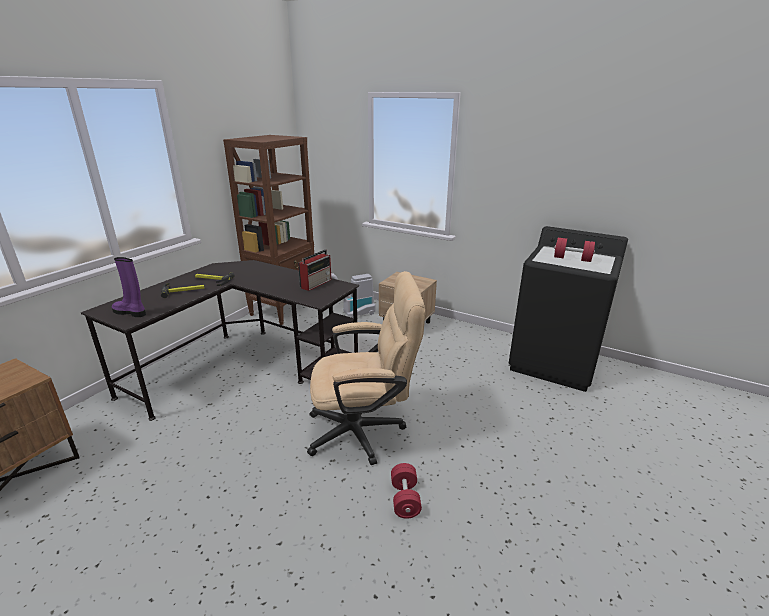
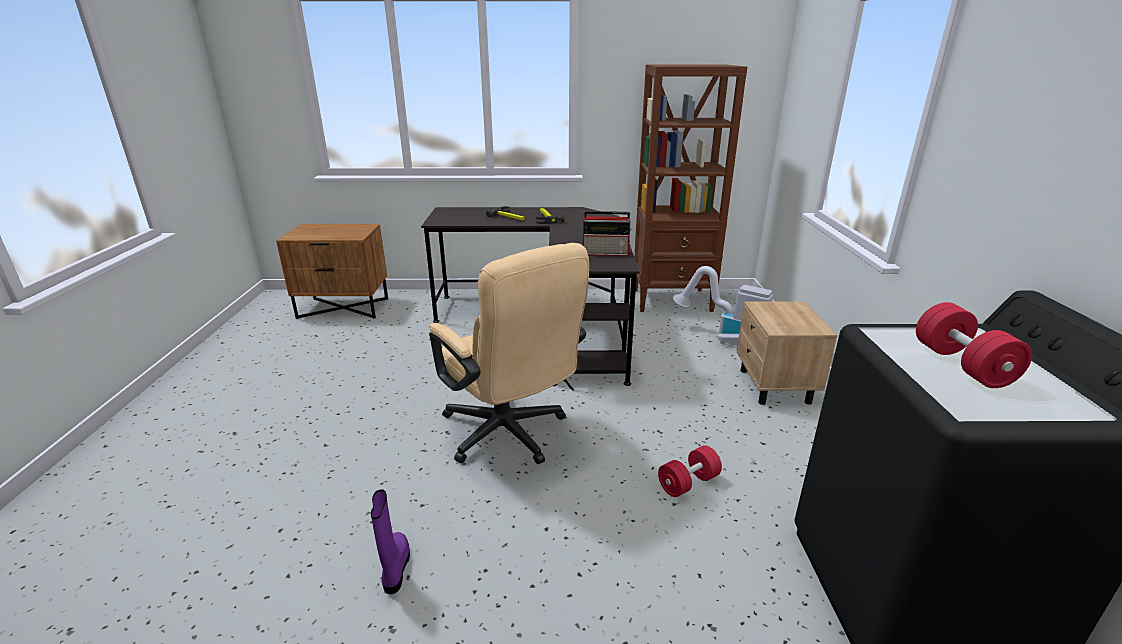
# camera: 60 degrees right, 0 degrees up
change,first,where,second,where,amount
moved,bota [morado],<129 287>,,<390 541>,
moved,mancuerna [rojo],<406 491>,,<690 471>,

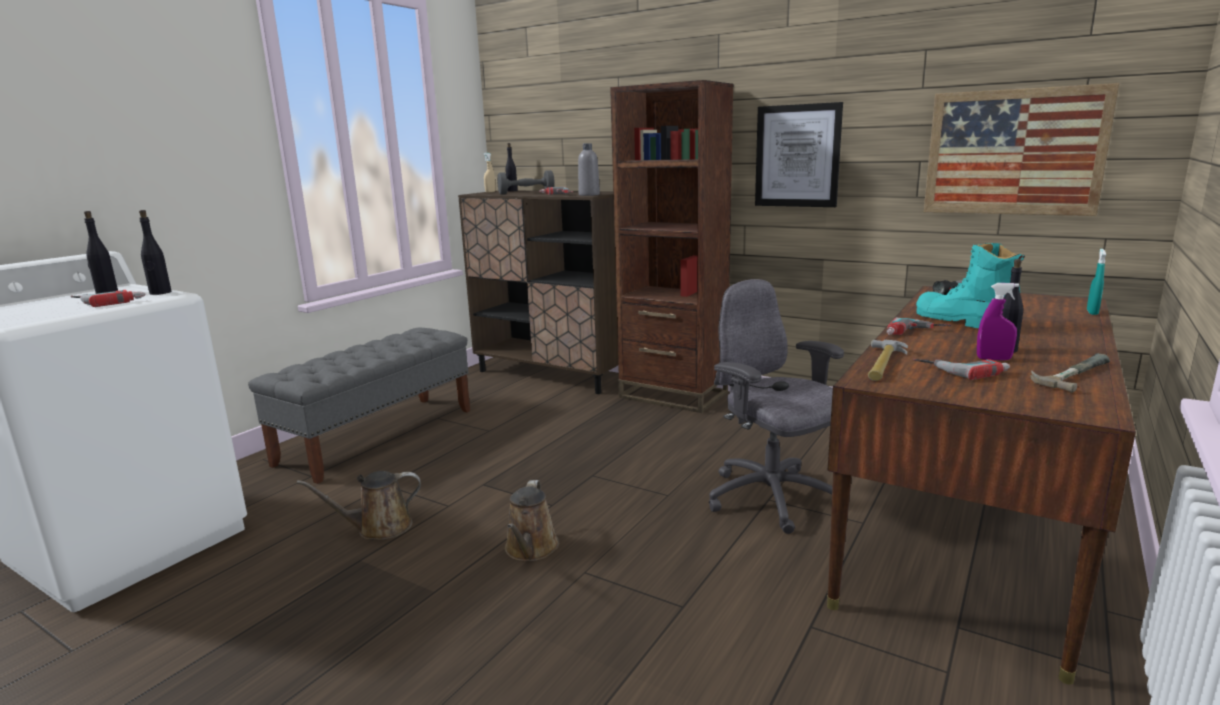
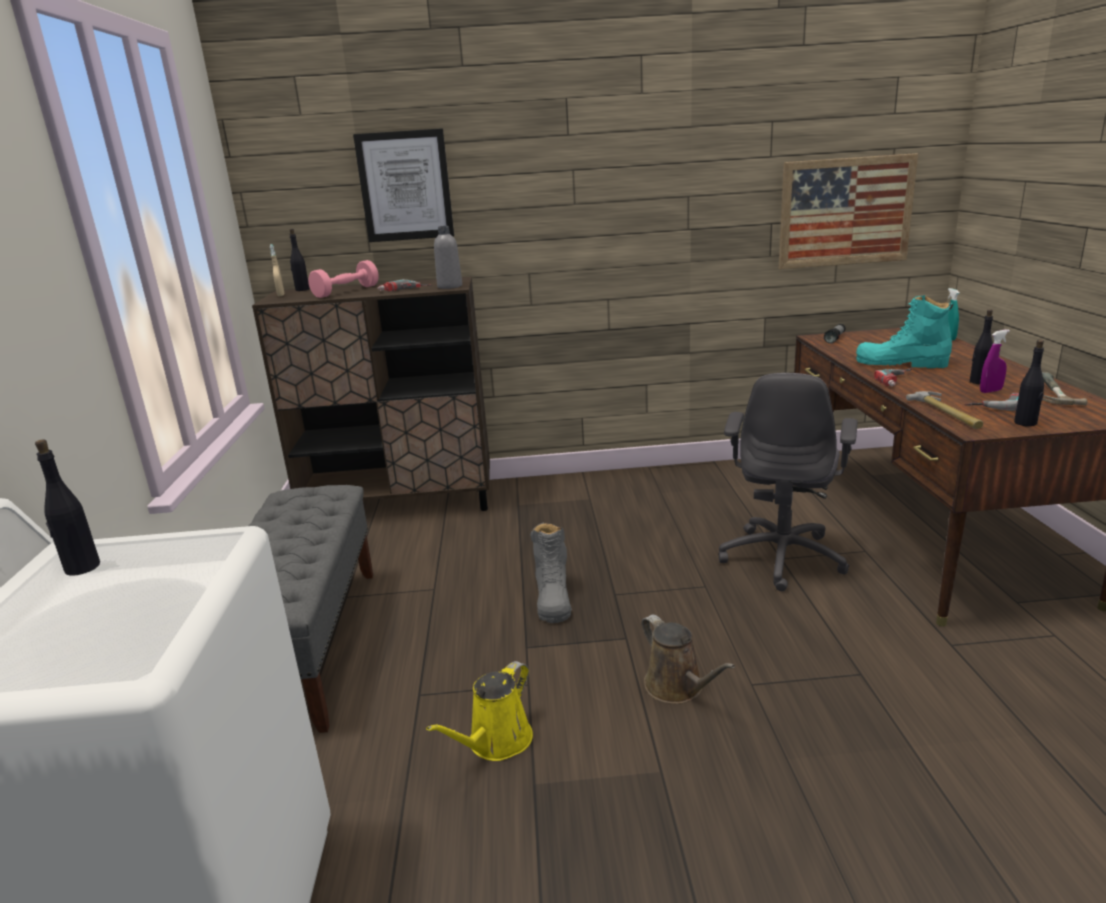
# camera: 35 degrees left, 5 degrees up
change,first,where,second,where,amount
removed,taladro,<108 298>,,,
removed,estantería [marrón],<672 246>,,,
added,,,bota [gris],<551 572>,
moved,botella [negro],<155 252>,,<1029 383>,
moved,cuadro,<799 154>,,<403 185>,
recoloured,regadera [marrón],<359 505>,regadera [amarillo],<479 711>,
recoloured,mancuerna [gris],<526 182>,mancuerna [rosa],<343 279>,
turned,silla de oficina [gris],<776 406>,,<788 482>,90 degrees counterclockwise

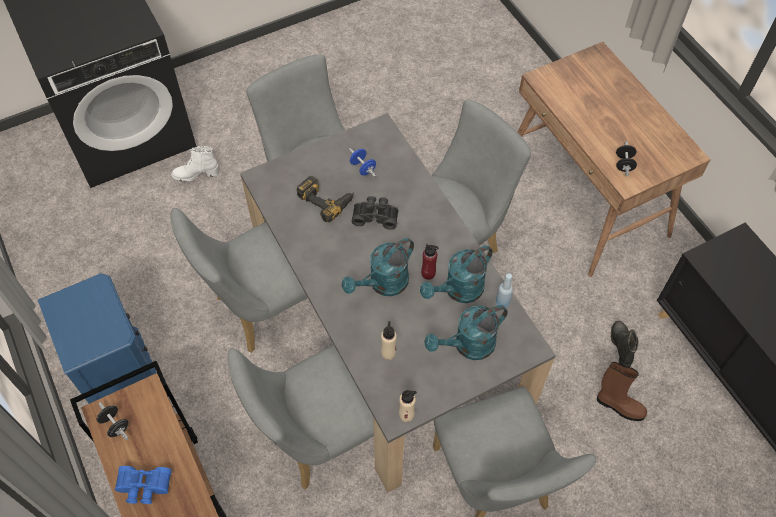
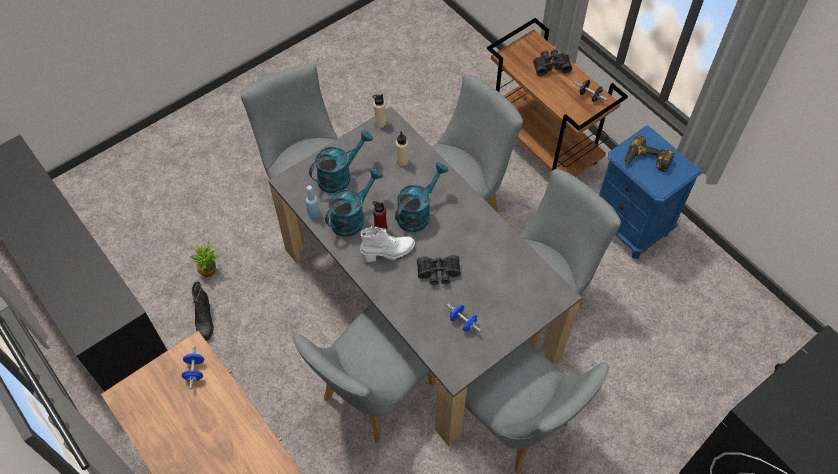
# camera: 170 degrees right, 0 degrees up
change,first,where,second,where,amount
moved,bota [blanco],<195 164>,,<387 244>,
moved,taladro,<325 199>,,<650 153>,
replaced,bota [marrón],<622 391>,planta en maceta,<205 258>,
recoloured,prismáticos [azul],<143 485>,prismáticos [negro],<552 62>,
recoloured,mancuerna [negro],<626 158>,mancuerna [azul],<193 367>,

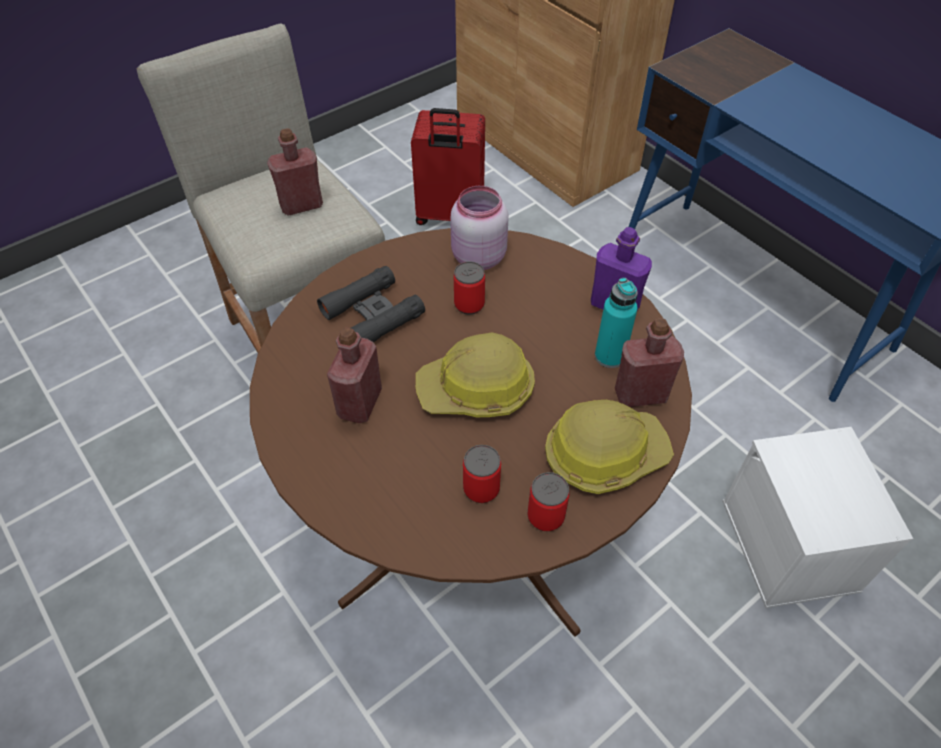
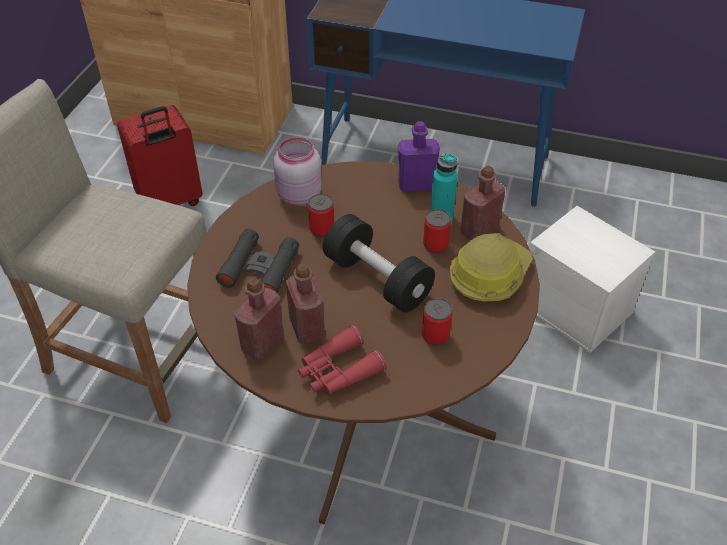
# camera: 35 degrees left, 5 degrees down
change,first,where,second,where,amount
added,,,prismáticos [rojo],<342 360>,
moved,botella [rojo],<295 172>,,<259 318>,
moved,lata,<548 501>,,<437 231>,
replaced,casco,<475 375>,mancuerna [negro],<379 263>,

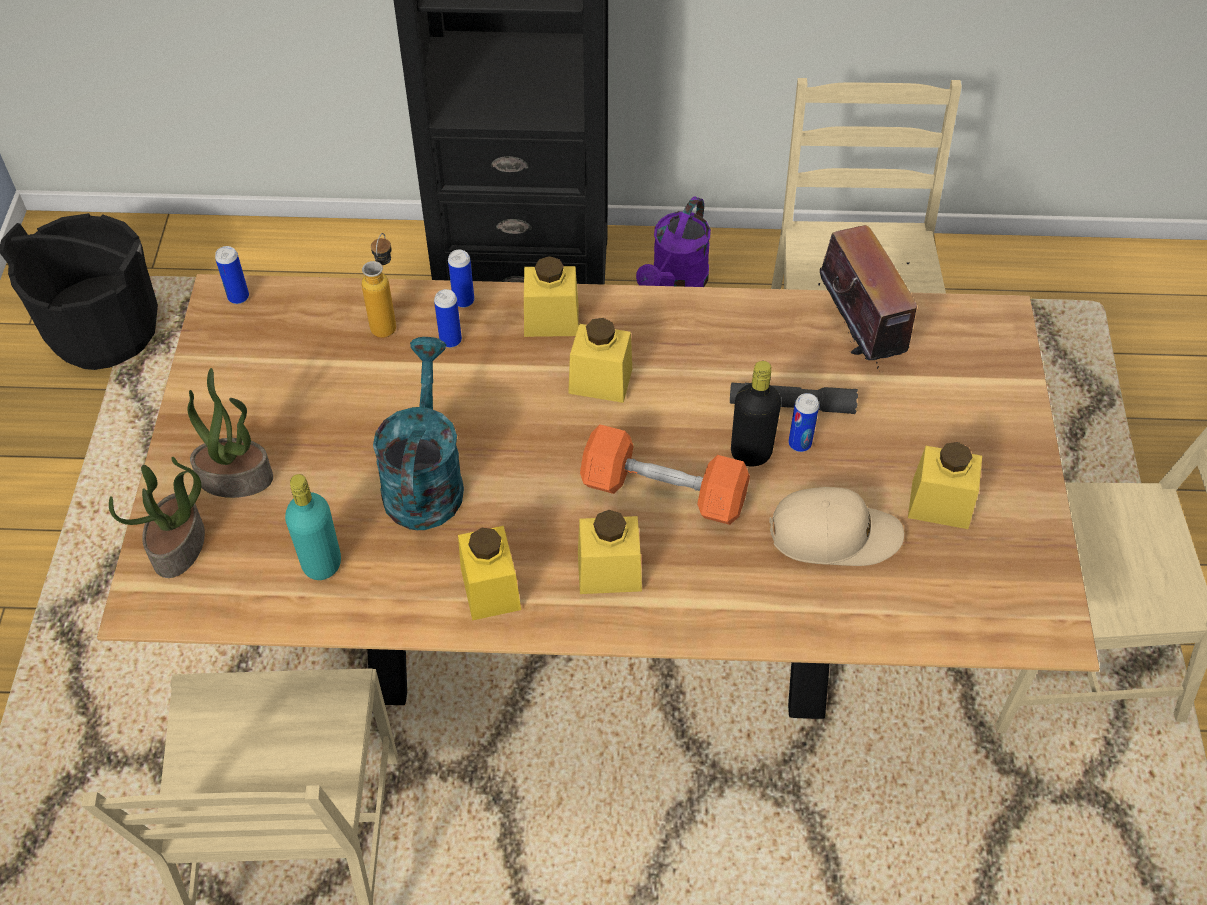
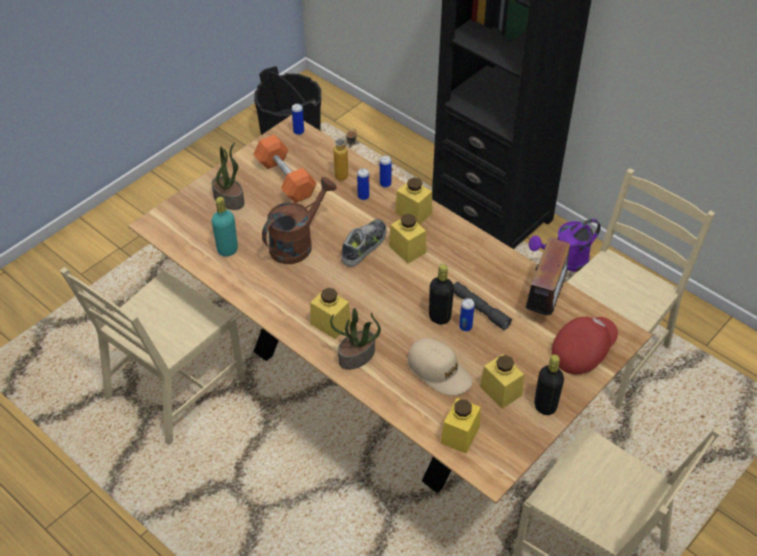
# camera: 40 degrees right, 5 degrees down
change,first,where,second,where,amount
added,,,zapato,<364 243>,
added,,,botella [negro],<549 384>,
added,,,gorra [rojo],<585 345>,
moved,planta en maceta,<157 517>,,<355 339>,
moved,tarro [amarillo],<489 573>,,<461 426>,
moved,mancuerna [naranja],<665 474>,,<285 169>,
recoloured,regadera [turquesa],<418 433>,regadera [marrón],<299 220>,

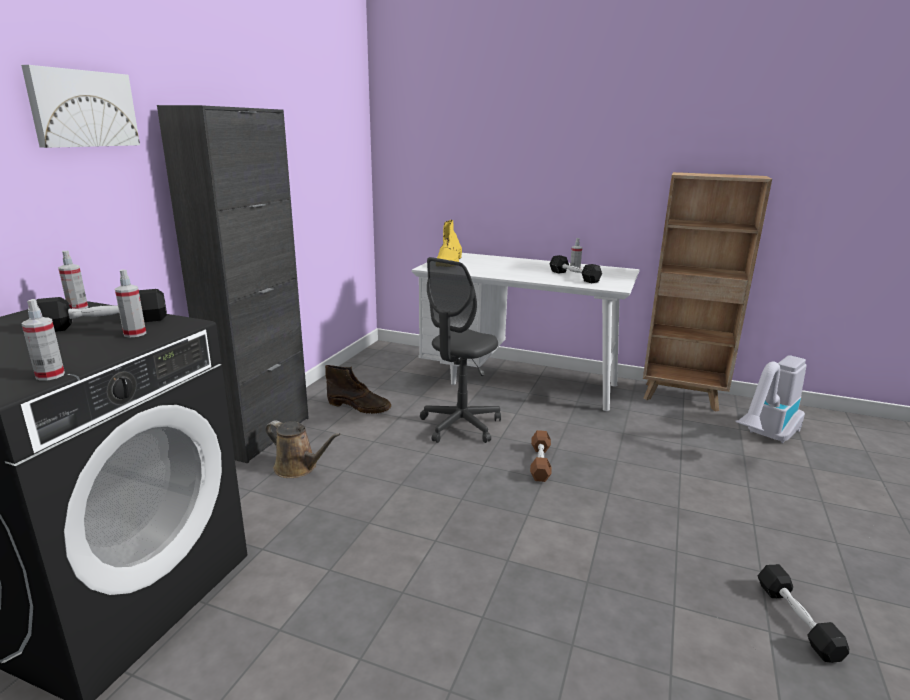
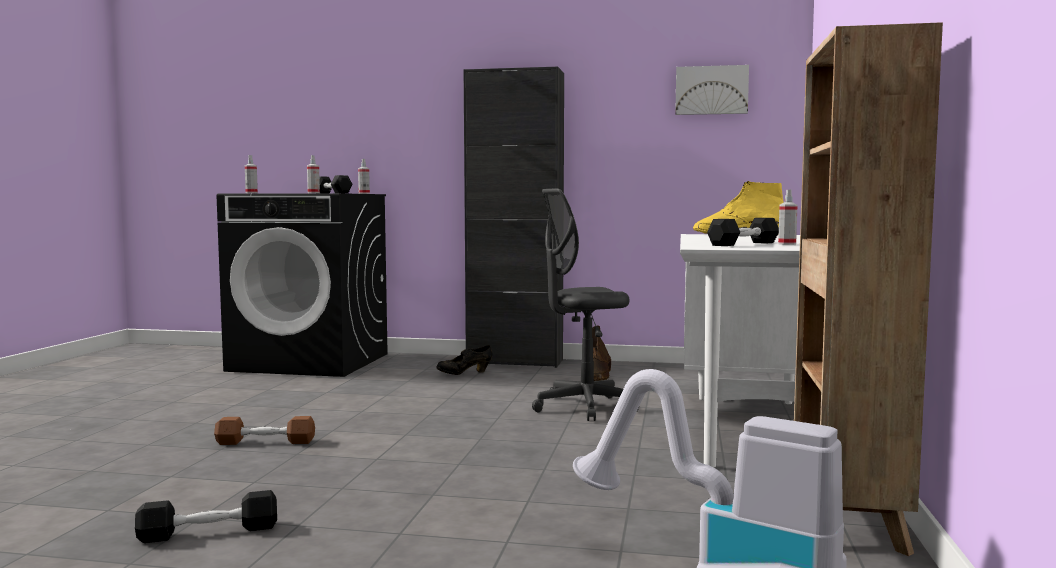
# camera: 80 degrees right, 15 degrees down
change,first,where,second,where,amount
moved,cuadro,<80 106>,,<712 90>,
moved,mancuerna [marrón],<541 456>,,<264 430>,
replaced,regadera [marrón],<303 449>,zapato [negro],<464 360>,
turned,silla de oficina [gris],<460 350>,,<585 304>,45 degrees counterclockwise

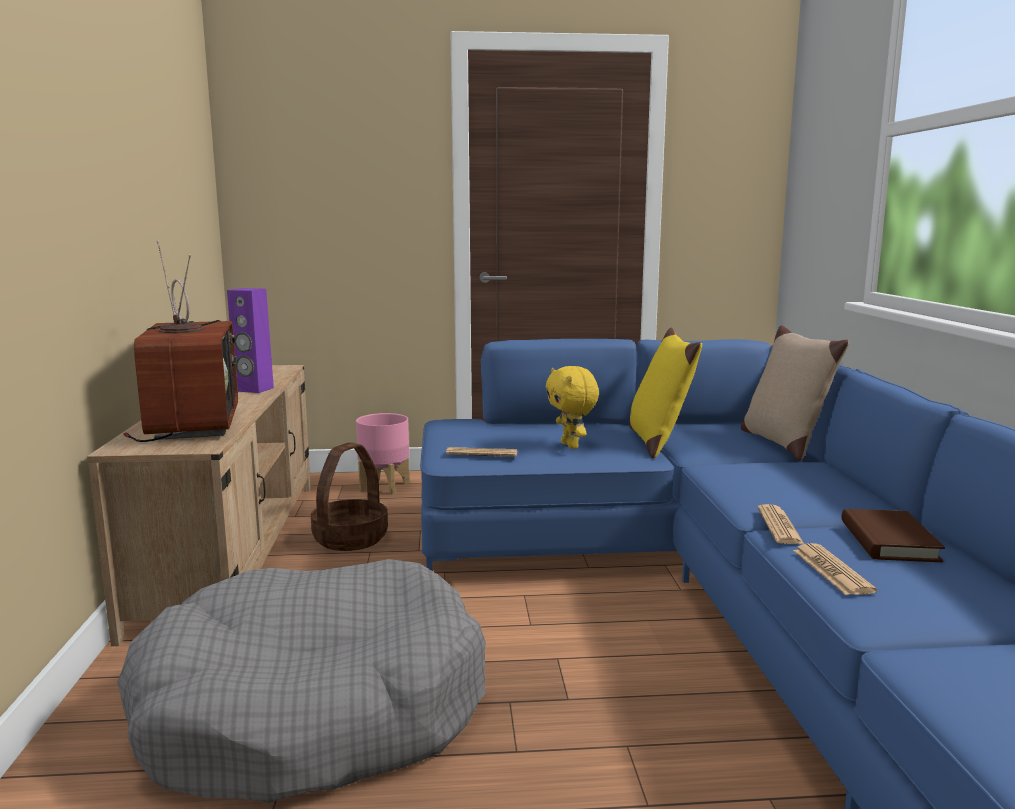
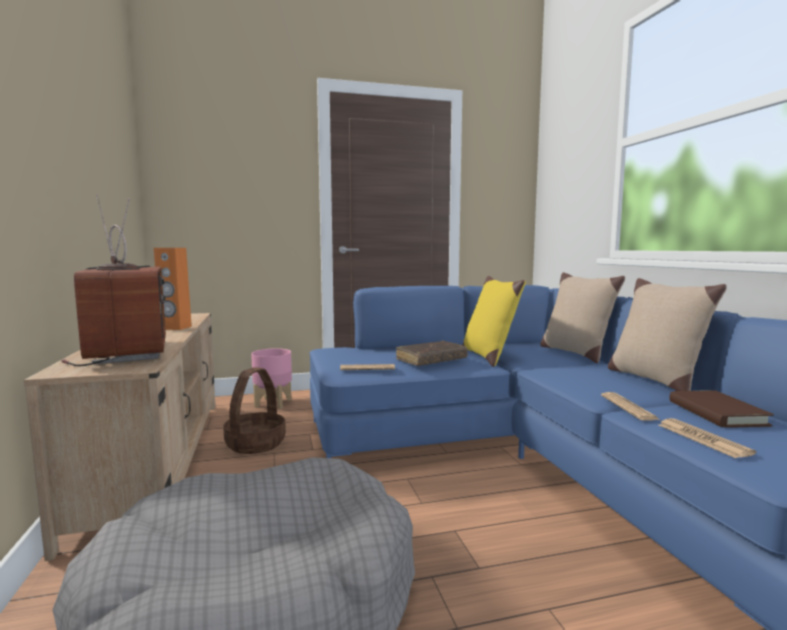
# camera: 10 degrees left, 5 degrees down
change,first,where,second,where,amount
added,,,cojín [beis],<667 334>,
replaced,peluche [amarillo],<572 407>,libro [marrón],<432 353>,
recoloured,altavoz [morado],<250 340>,altavoz [naranja],<173 289>,

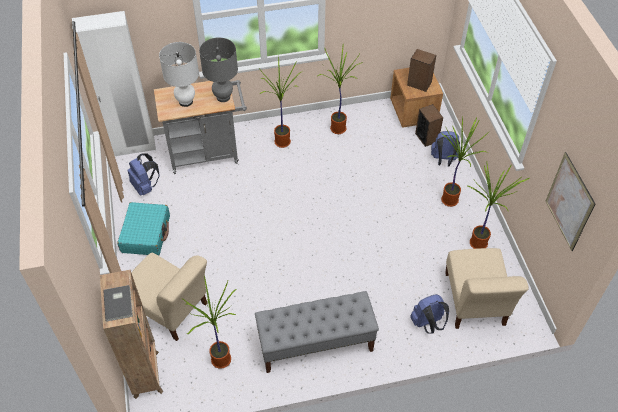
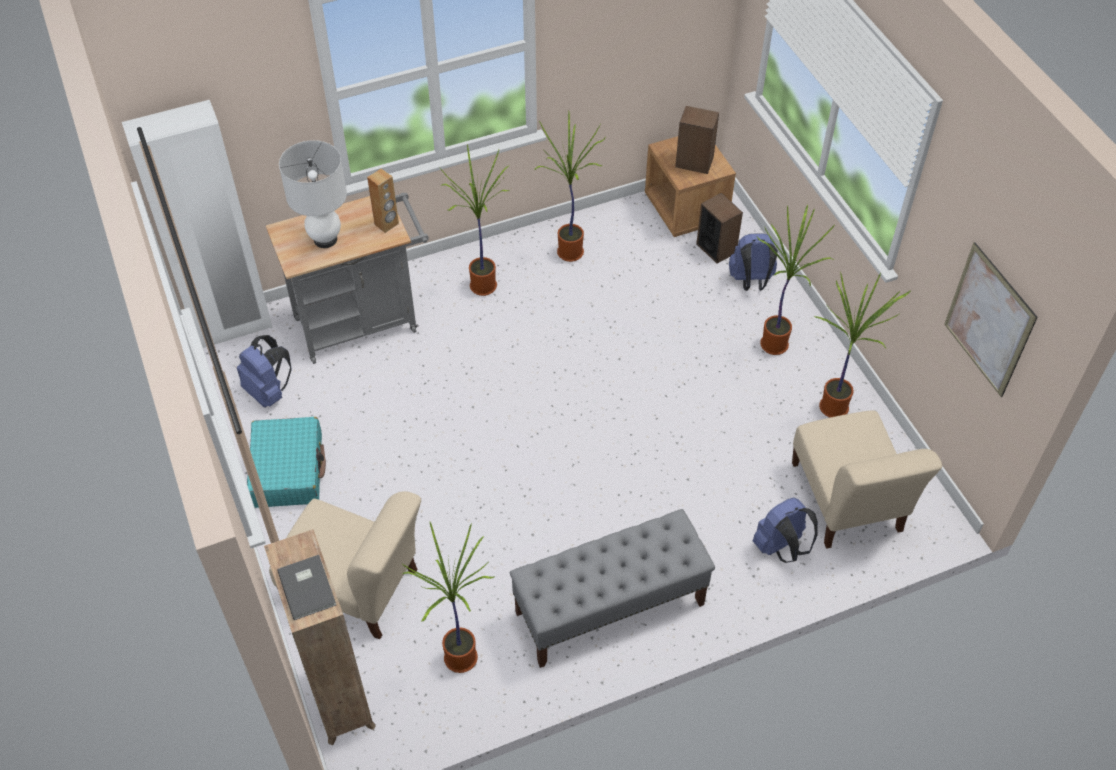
# camera: 10 degrees left, 0 degrees up
change,first,where,second,where,amount
replaced,lámpara de mesa [gris],<218 70>,altavoz [marrón],<383 201>,

